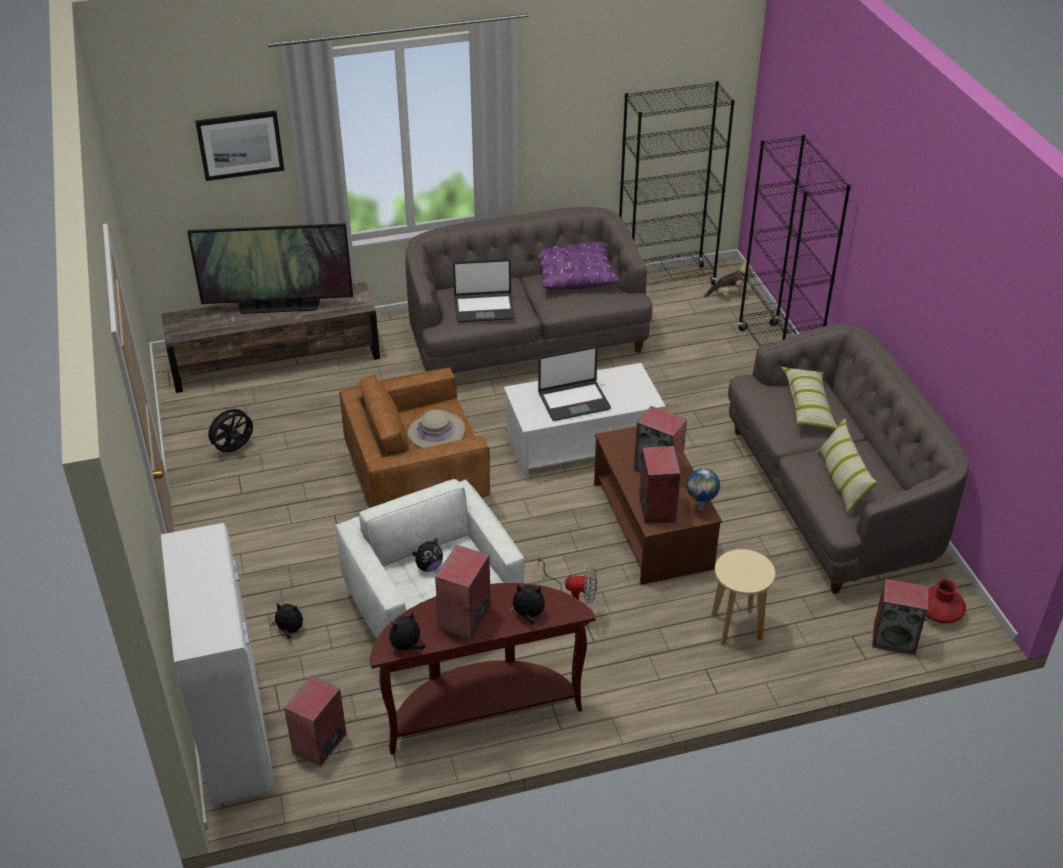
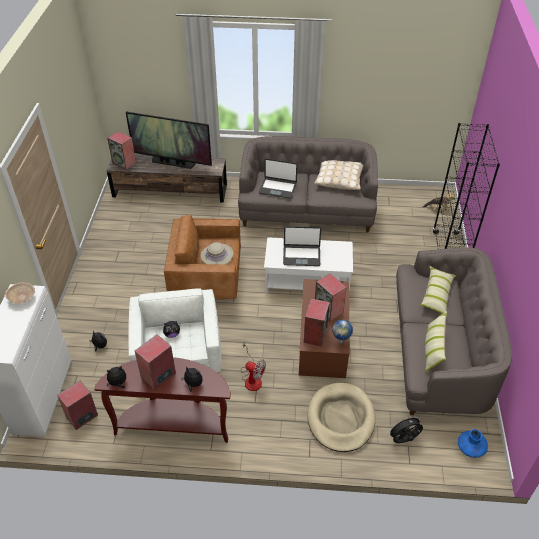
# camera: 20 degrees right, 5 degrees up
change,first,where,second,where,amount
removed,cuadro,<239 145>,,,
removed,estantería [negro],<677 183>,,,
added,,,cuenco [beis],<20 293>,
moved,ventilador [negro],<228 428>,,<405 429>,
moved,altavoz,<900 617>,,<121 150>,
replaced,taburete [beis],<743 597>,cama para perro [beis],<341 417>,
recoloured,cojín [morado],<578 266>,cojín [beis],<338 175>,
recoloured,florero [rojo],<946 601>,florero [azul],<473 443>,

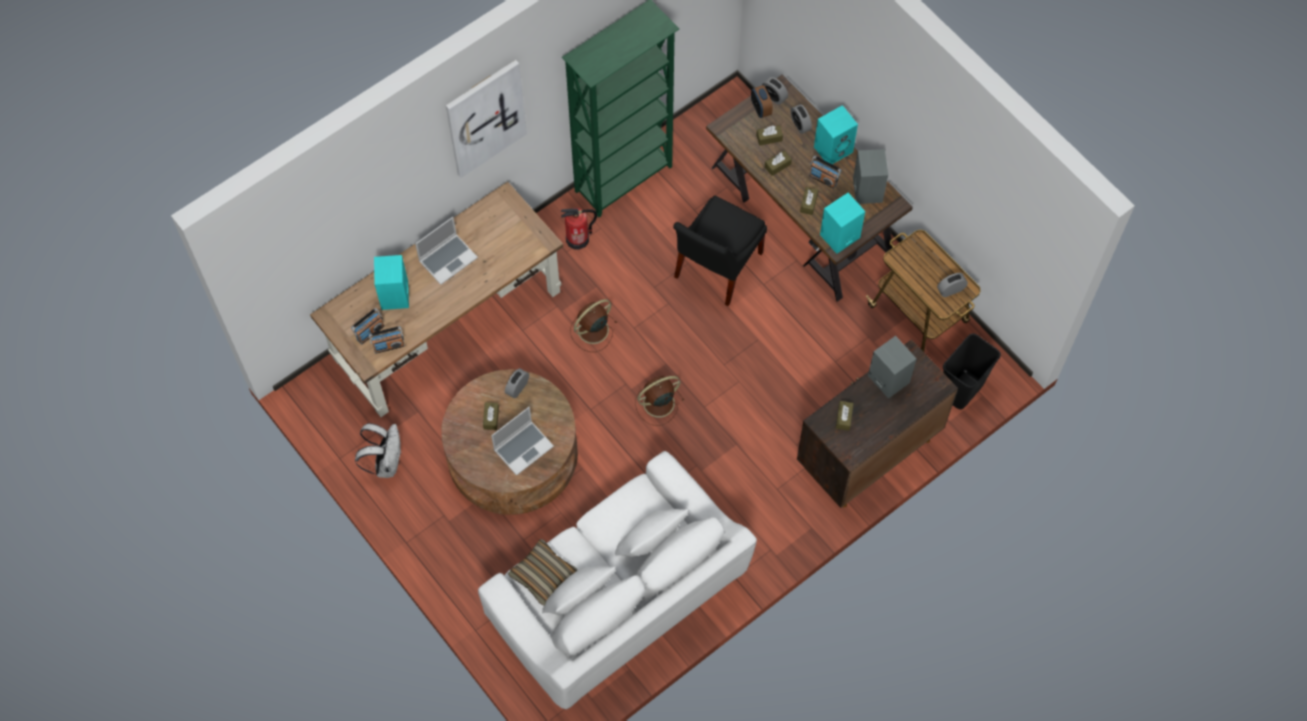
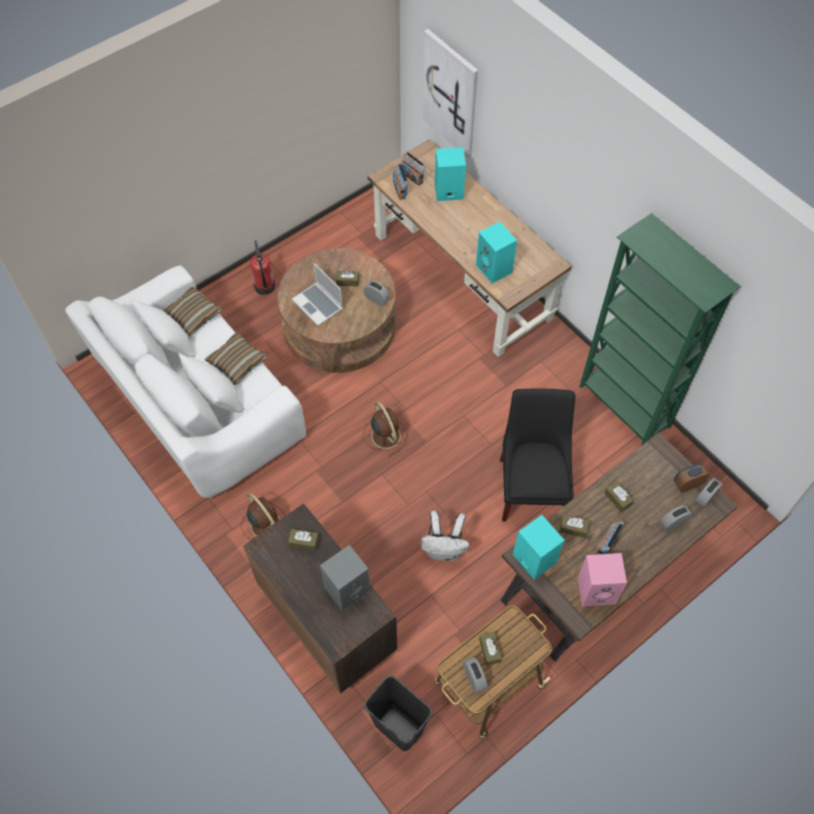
# camera: 90 degrees right, 5 degrees down
change,first,where,second,where,amount
removed,portátil,<446 251>,,,
added,,,cojín,<236 359>,
moved,mochila [blanco],<378 450>,,<445 535>,
moved,cuadro,<486 119>,,<450 94>,
moved,extintor,<579 228>,,<262 267>,
moved,ventilador [marrón],<593 325>,,<263 516>,
moved,caja de pañuelos [marrón],<769 135>,,<490 648>,
moved,altavoz [turquesa],<836 134>,,<496 252>,
recoloured,altavoz [gris],<870 176>,altavoz [rosa],<602 579>,
turned,silla [negro],<720 251>,,<537 455>,60 degrees clockwise

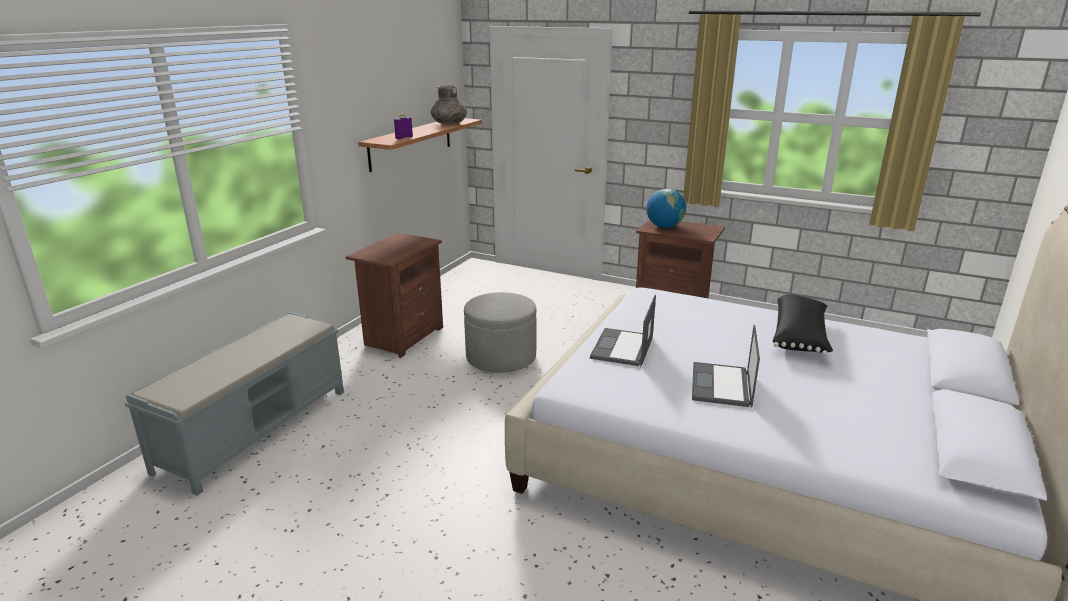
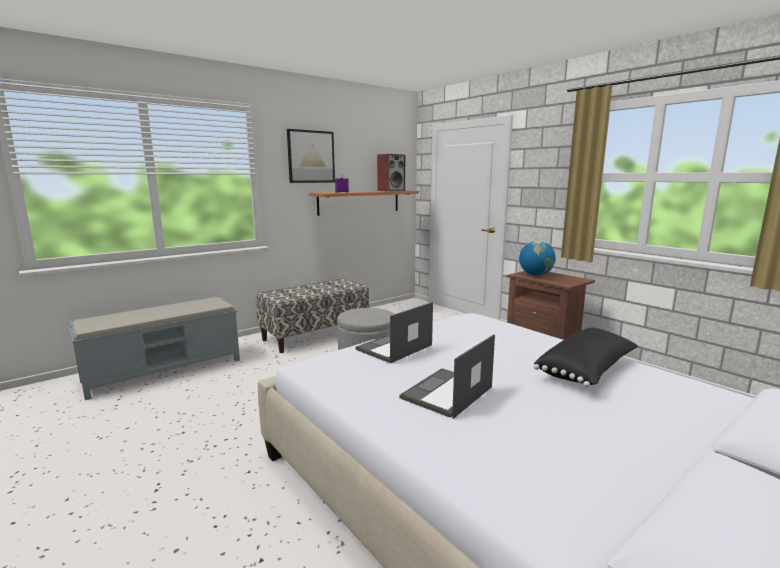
# camera: 25 degrees right, 10 degrees down
change,first,where,second,where,amount
added,,,cuadro,<311 156>,
replaced,mesita de noche [marrón],<394 295>,banco,<312 316>,
replaced,florero [gris],<449 104>,altavoz,<391 172>,

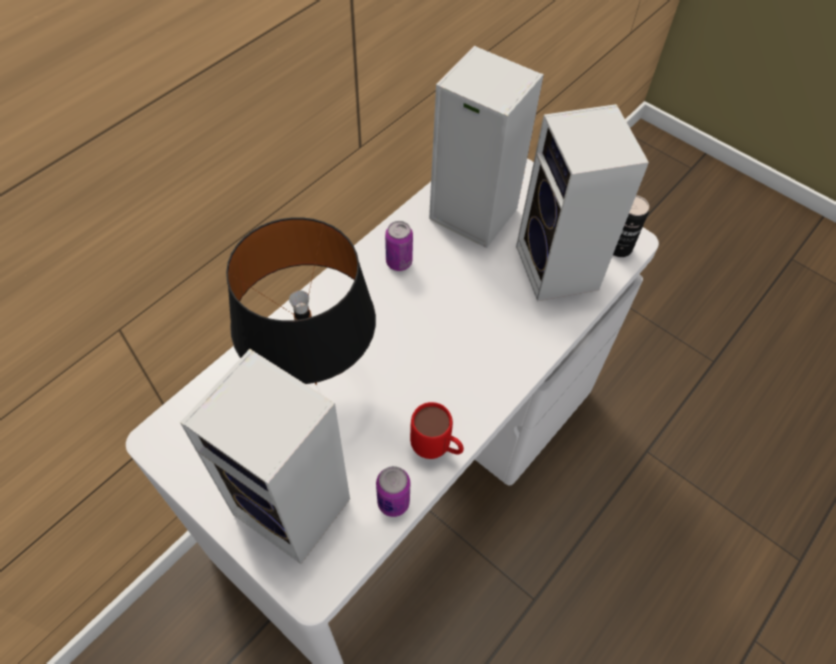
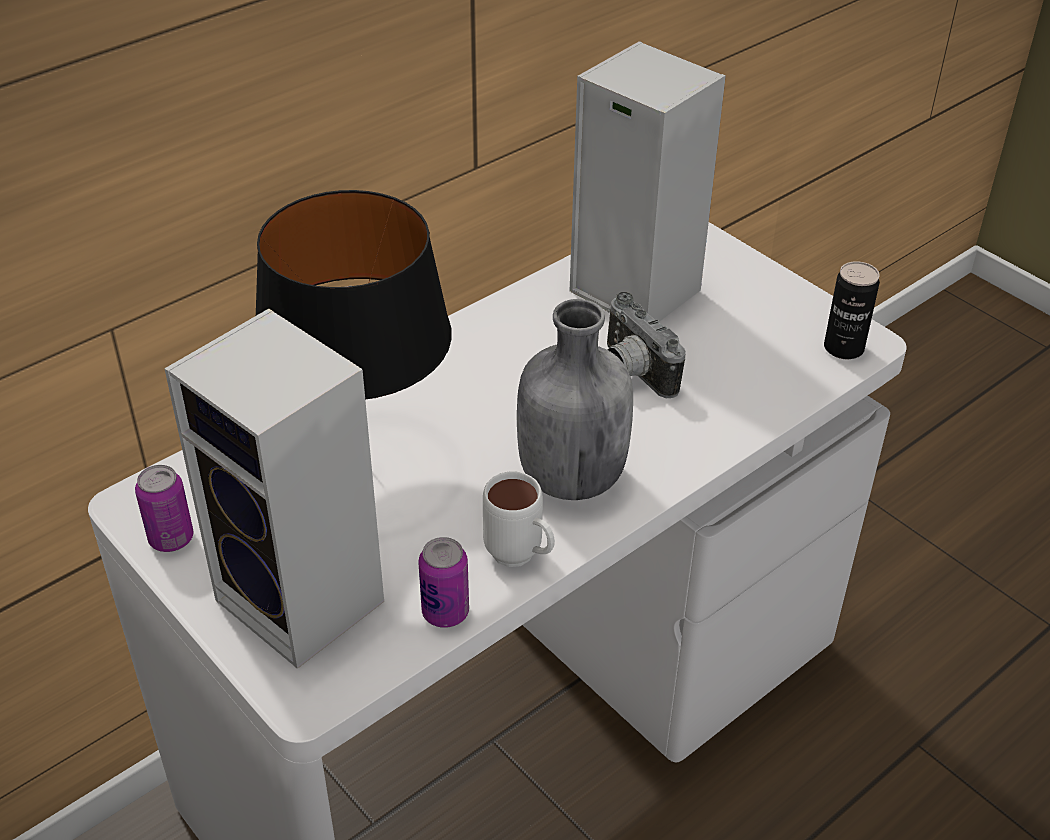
# camera: 10 degrees right, 15 degrees down
change,first,where,second,where,amount
removed,altavoz,<582 202>,,,
added,,,botella [gris],<575 399>,
added,,,cámara,<646 345>,
moved,lata,<399 246>,,<164 508>,
recoloured,taza grande [rojo],<437 430>,taza grande [blanco],<519 519>,

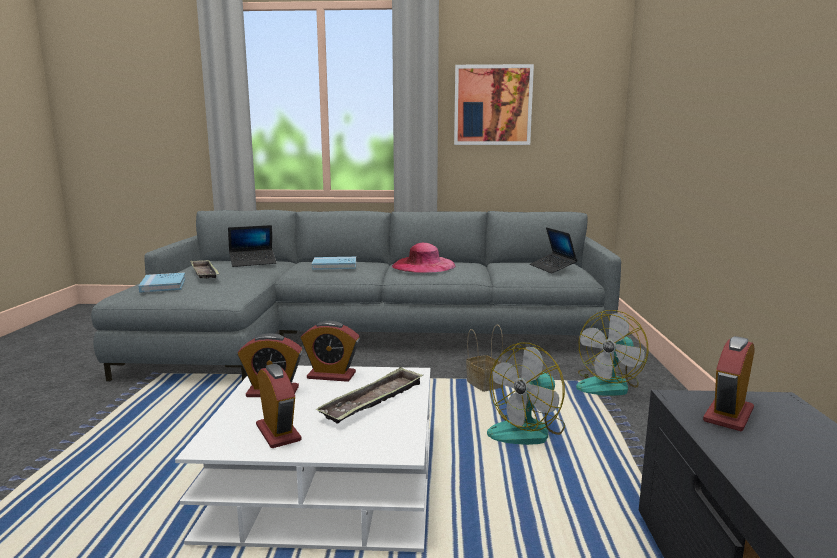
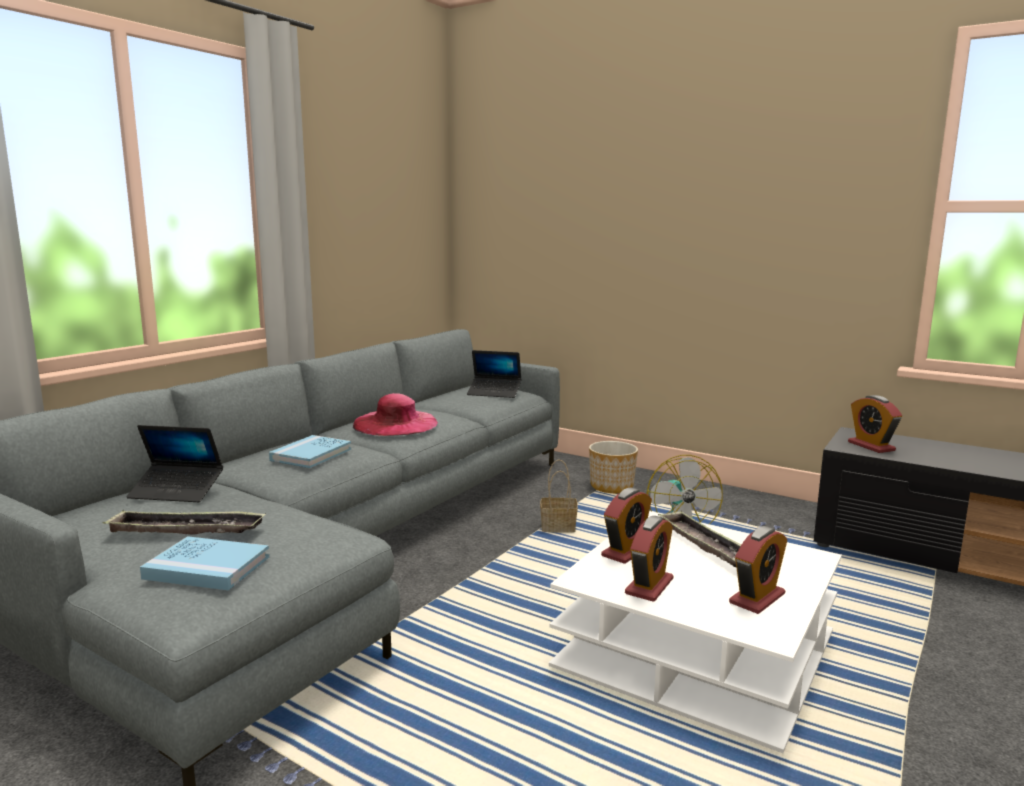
# camera: 60 degrees left, 0 degrees up
change,first,where,second,where,amount
removed,cuadro,<494 104>,,,
replaced,ventilador,<612 353>,maceta,<613 467>,
turned,portátil,<252 246>,,<174 463>,90 degrees clockwise
turned,despertador,<278 406>,,<758 570>,135 degrees clockwise

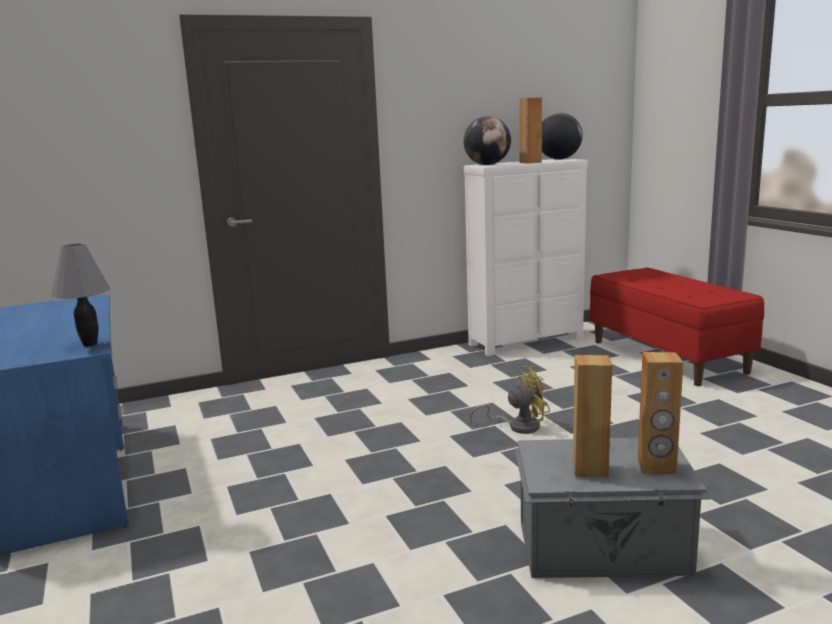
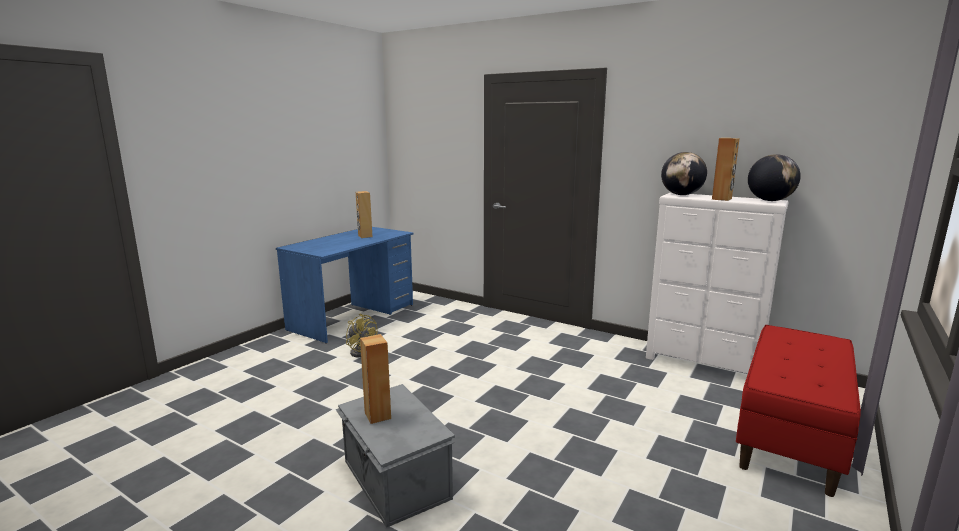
# camera: 55 degrees right, 0 degrees up
change,first,where,second,where,amount
removed,lámpara de mesa [gris],<81 295>,,,
moved,ventilador [amarillo],<510 400>,,<361 335>,
moved,altavoz [marrón],<660 413>,,<364 214>,

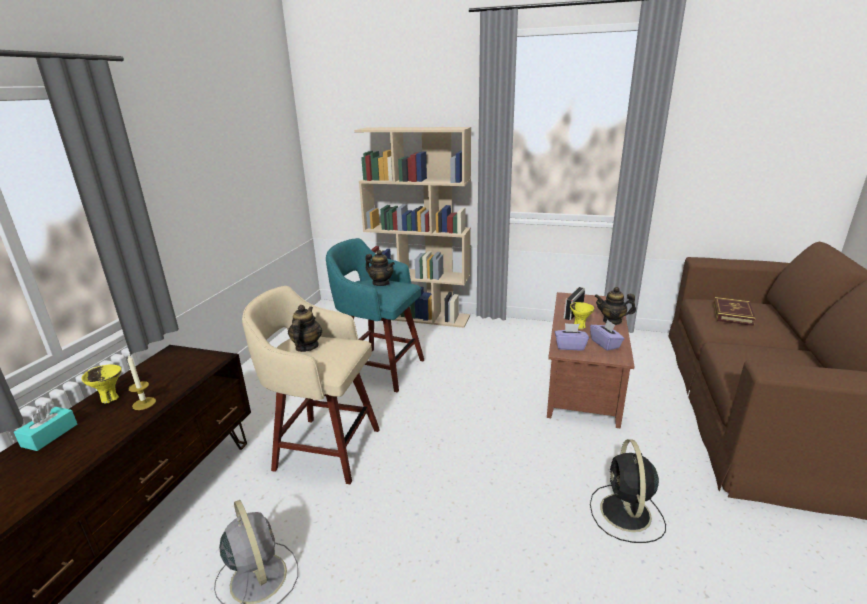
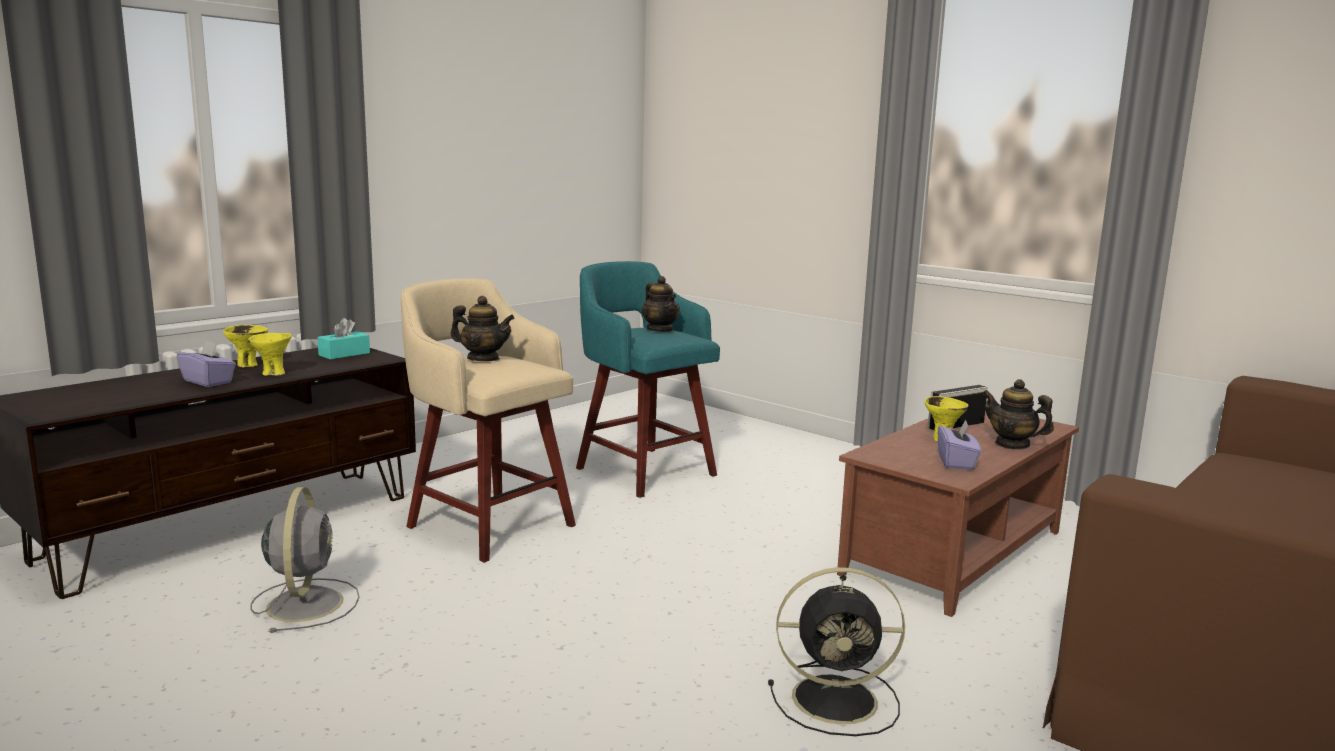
# camera: 25 degrees right, 10 degrees down
change,first,where,second,where,amount
removed,estantería [beis],<412 227>,,,
removed,libro,<734 311>,,,
moved,caja de pañuelos [turquesa],<45 427>,,<343 338>,
moved,caja de pañuelos [morado],<572 337>,,<206 363>,
replaced,vela,<142 382>,cuenco [amarillo],<270 354>,
turned,tetera,<305 328>,,<482 328>,75 degrees clockwise
turned,ventilador [negro],<628 491>,,<836 651>,120 degrees counterclockwise

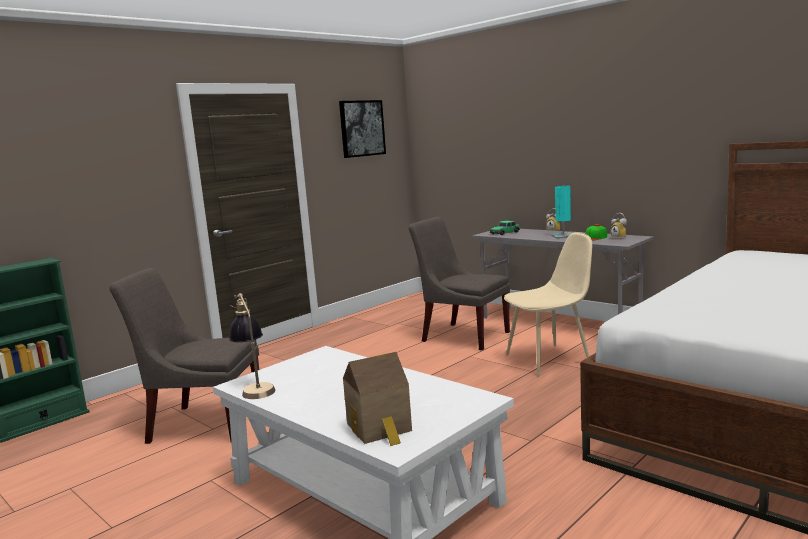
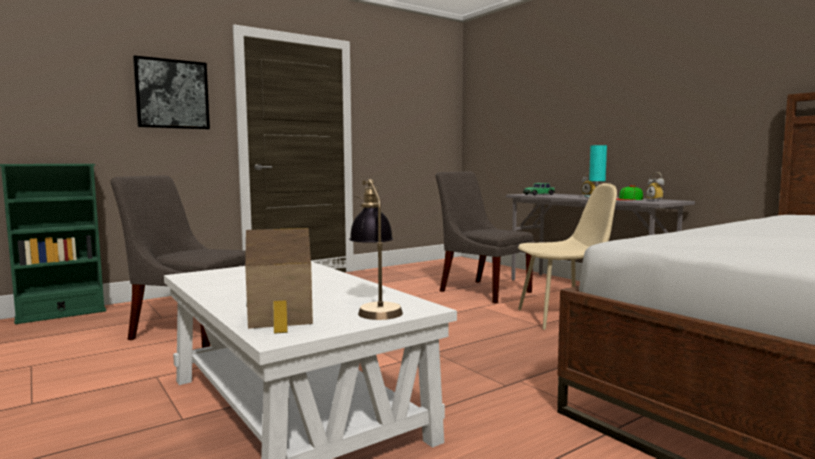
# camera: 10 degrees right, 5 degrees down
change,first,where,second,where,amount
moved,lámpara de mesa,<252 346>,,<376 249>,
moved,cuadro,<362 129>,,<171 92>,

